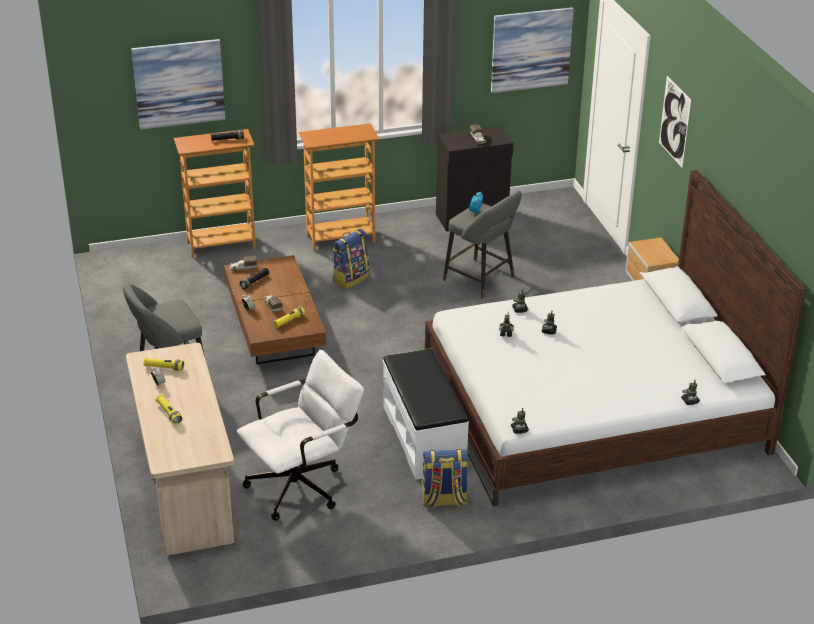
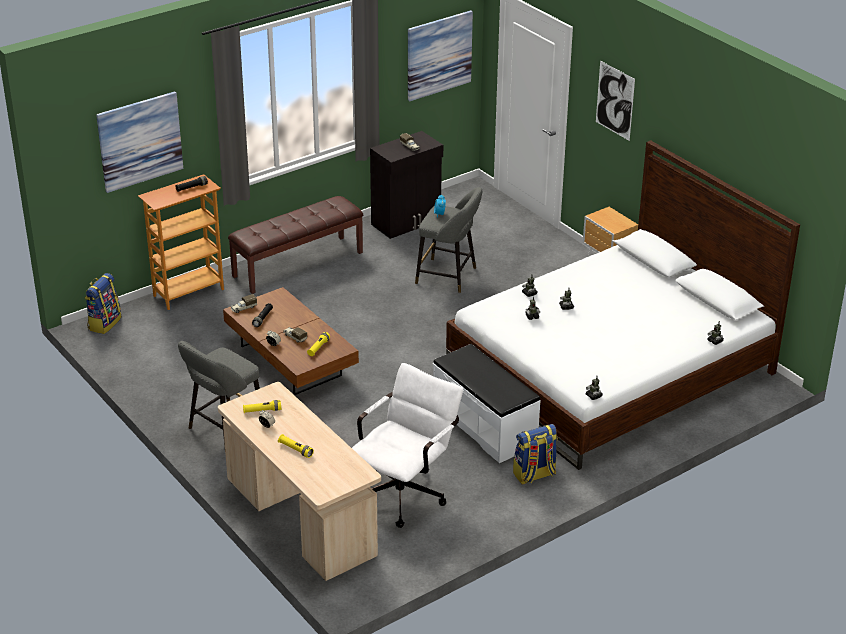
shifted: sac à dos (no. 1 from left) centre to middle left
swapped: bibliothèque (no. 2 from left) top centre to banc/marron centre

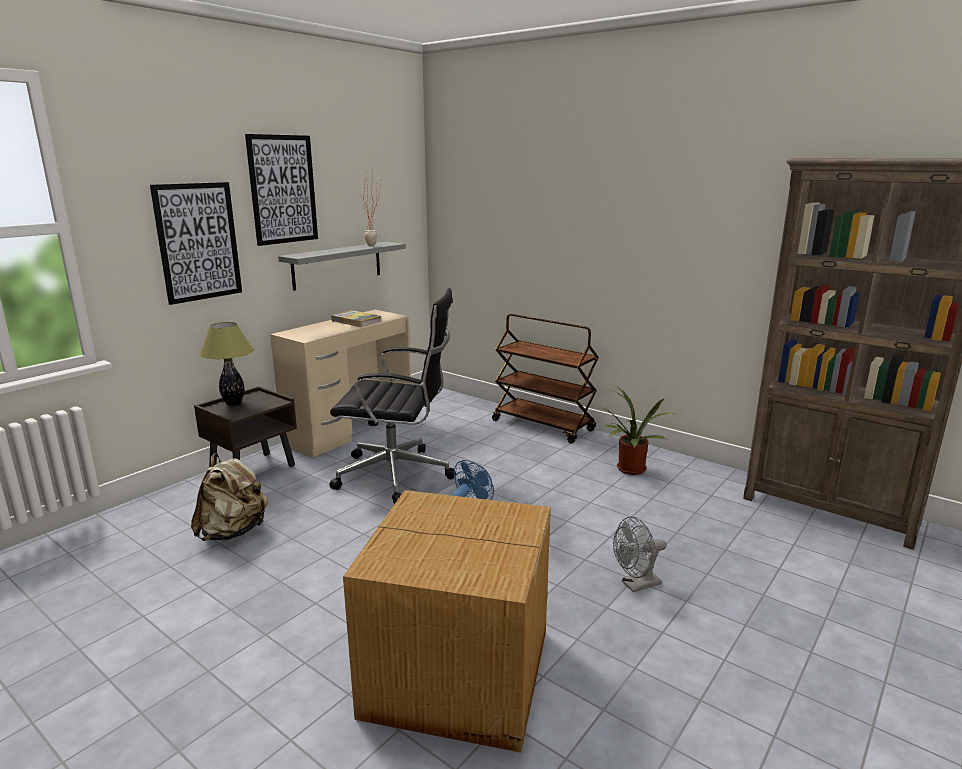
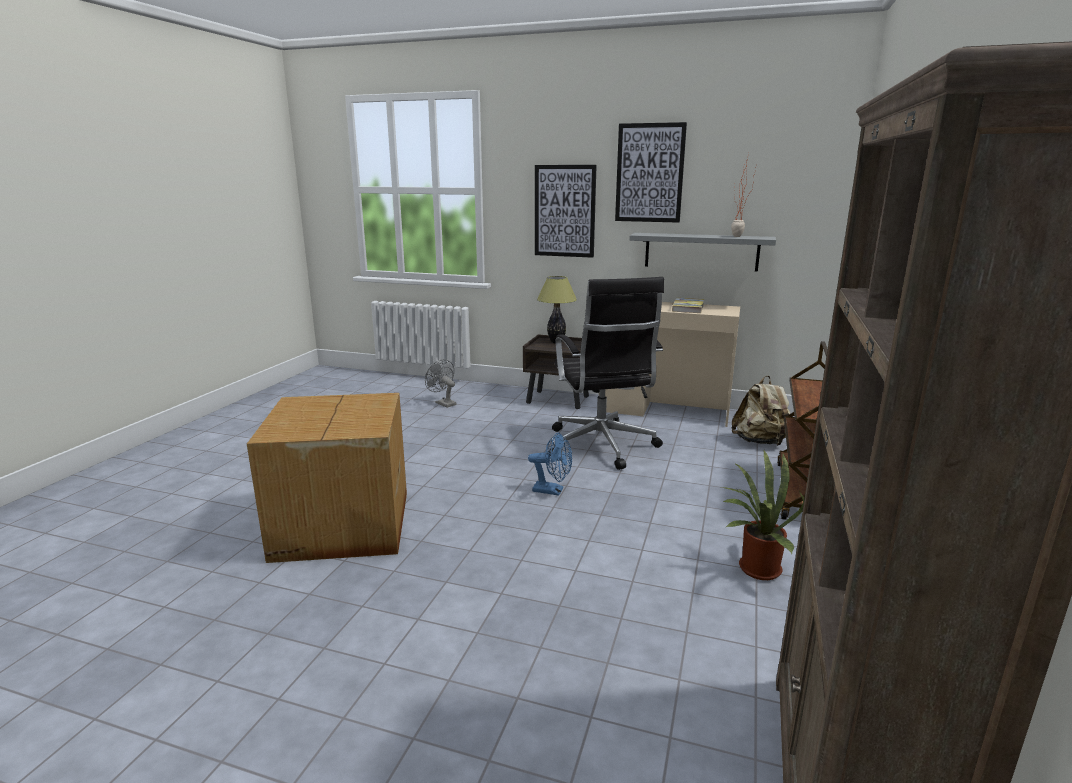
shifted: sac à dos/beige middle left to middle right; ventilateur/gris bottom centre to centre

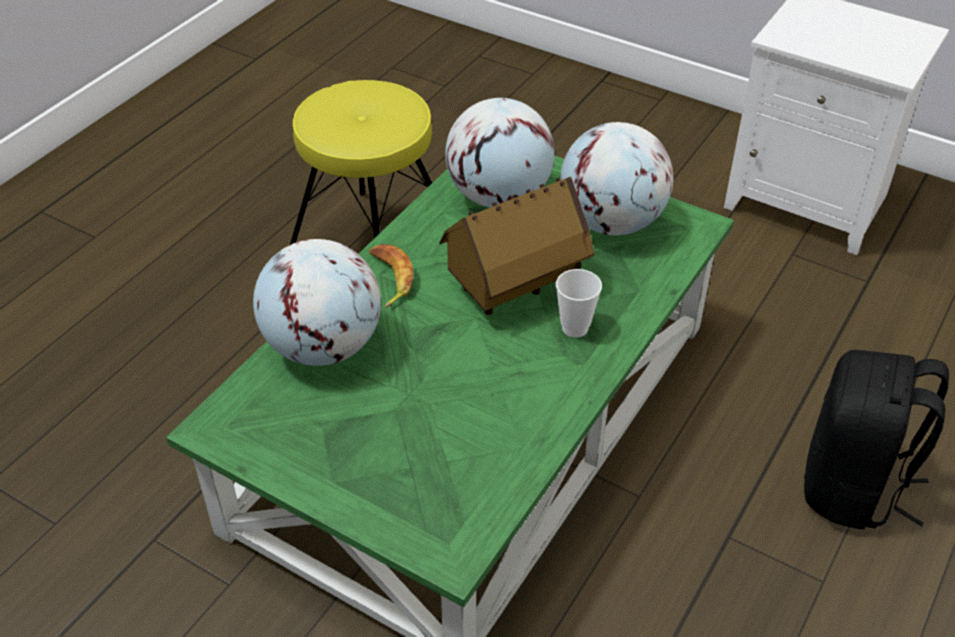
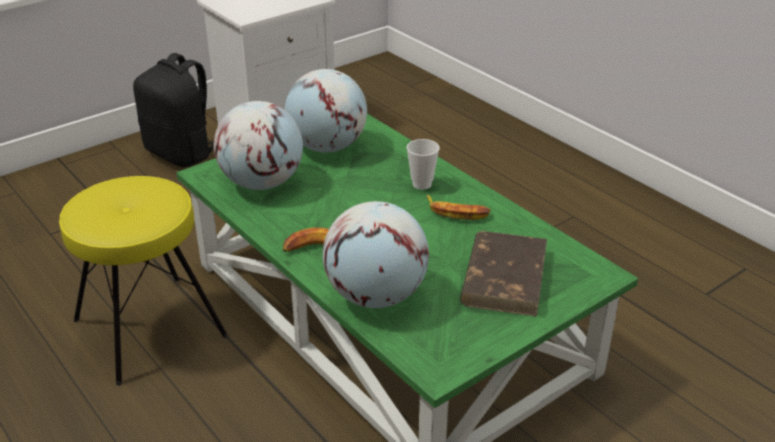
gone: maison miniature centre
new: banane (no. 2 from left) centre; livre/marron centre
shifted: sac à dos/noir bottom right to top left

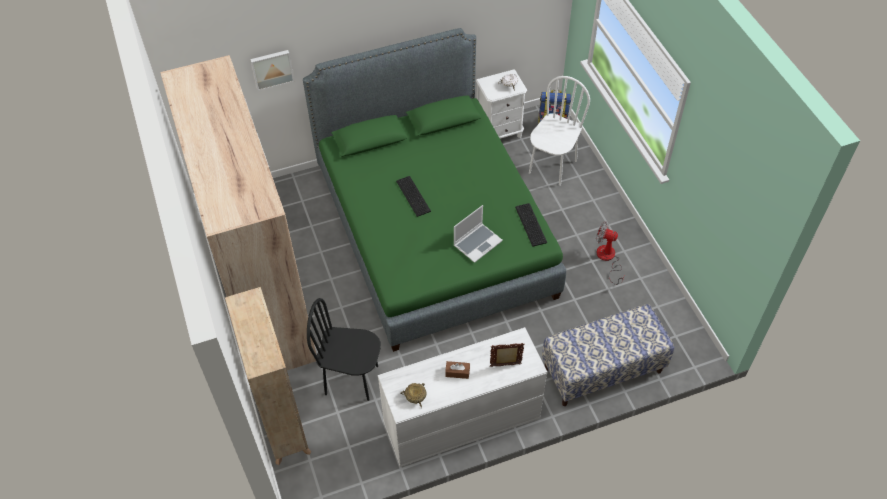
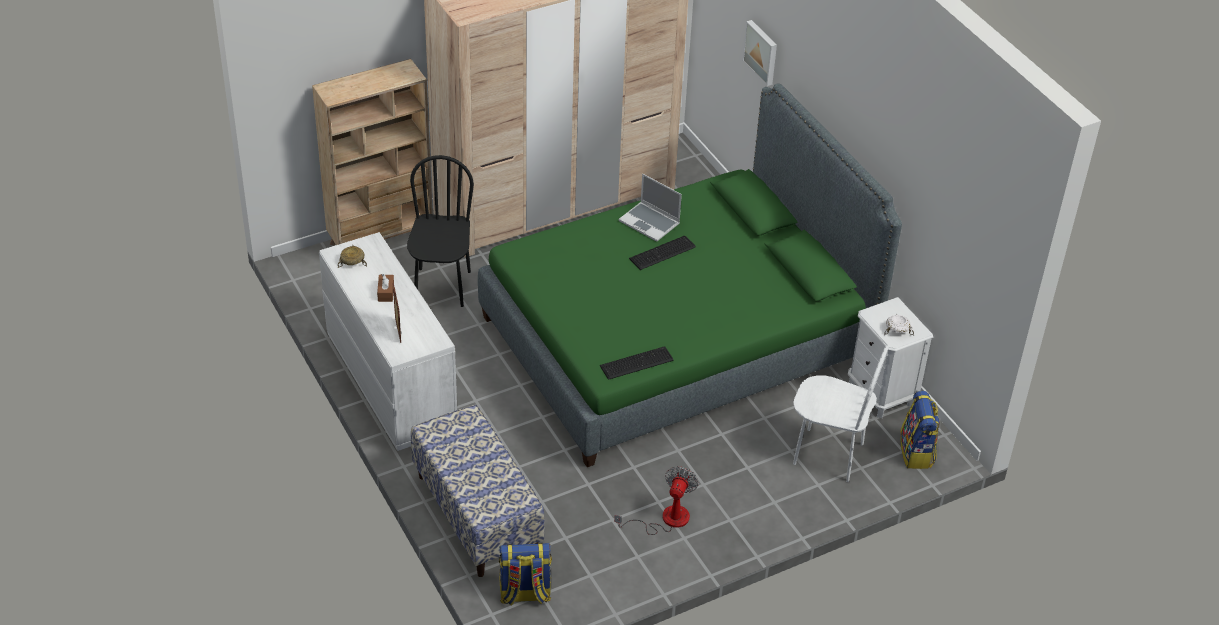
new: sac à dos (no. 1 from left) bottom centre
shifted: ordinateur portable centre to top centre

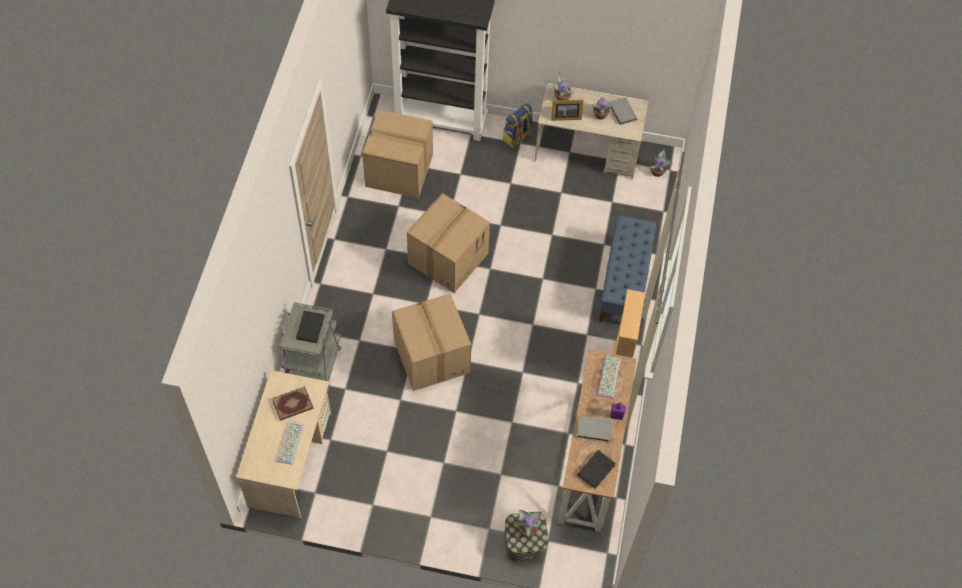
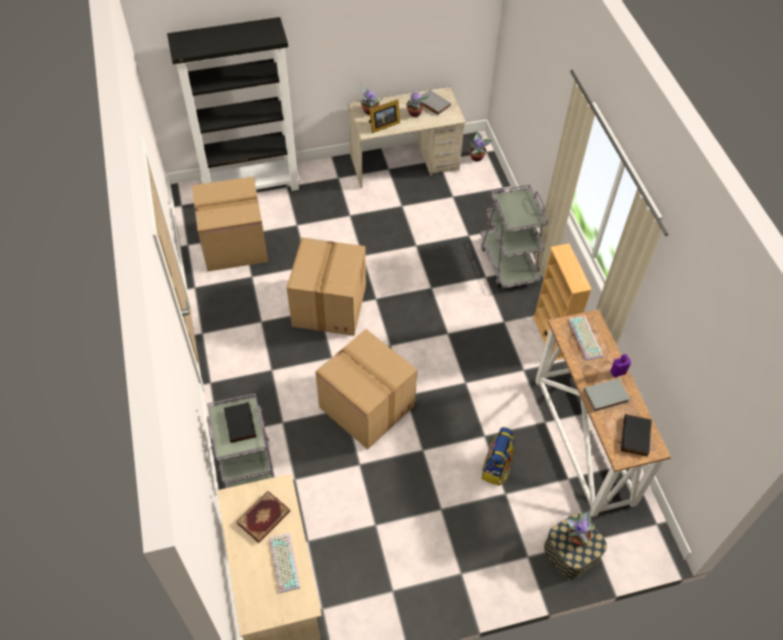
shifted: sac à dos top centre to bottom centre
swapped: banc/bleu centre to chariot/gris (no. 2 from left) centre

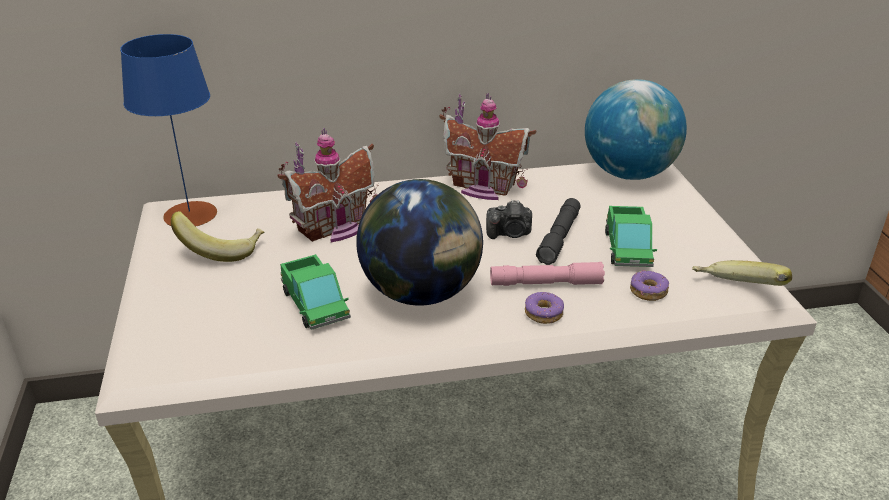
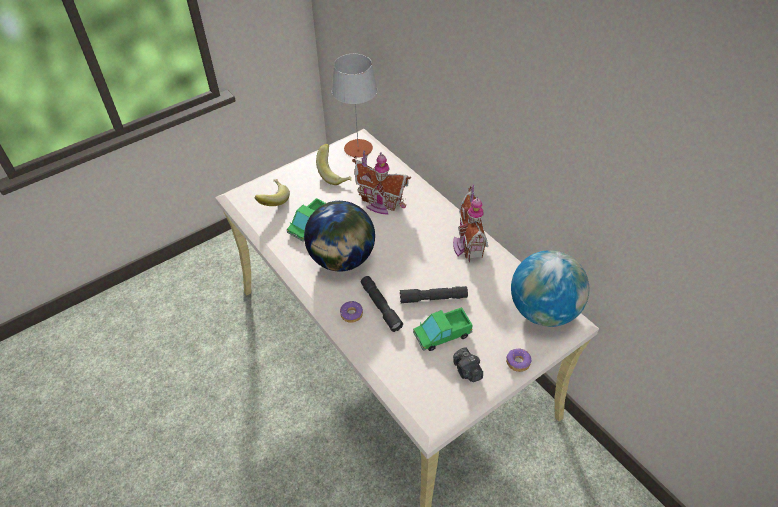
shifted: appareil photo centre to bottom centre; banane (no. 2 from left in the first image) middle right to banane (no. 1 from left) centre; beignet (no. 2 from left) middle right to bottom right
repainted: lampe de table/bleu top left to lampe de table/gris top centre; lampe de poche/rose centre to lampe de poche/gris (no. 1 from left) centre

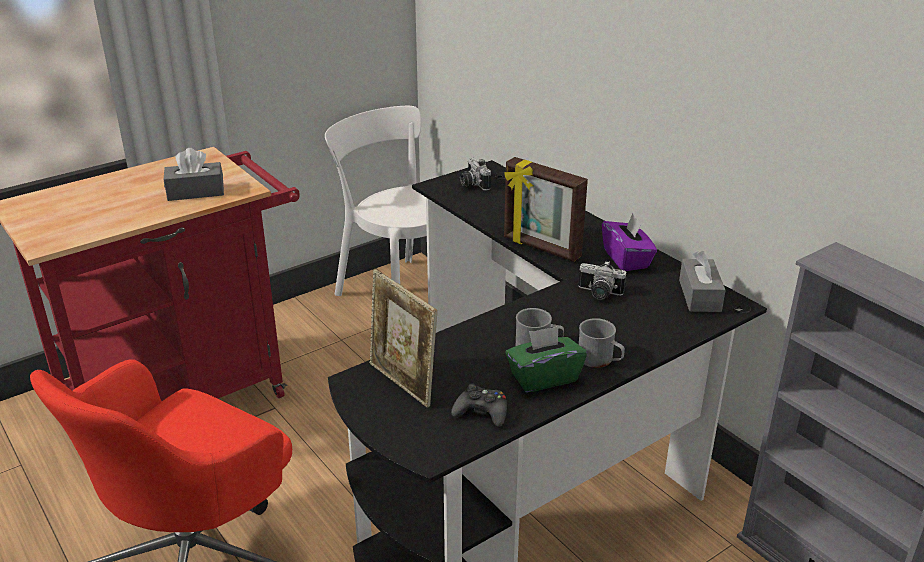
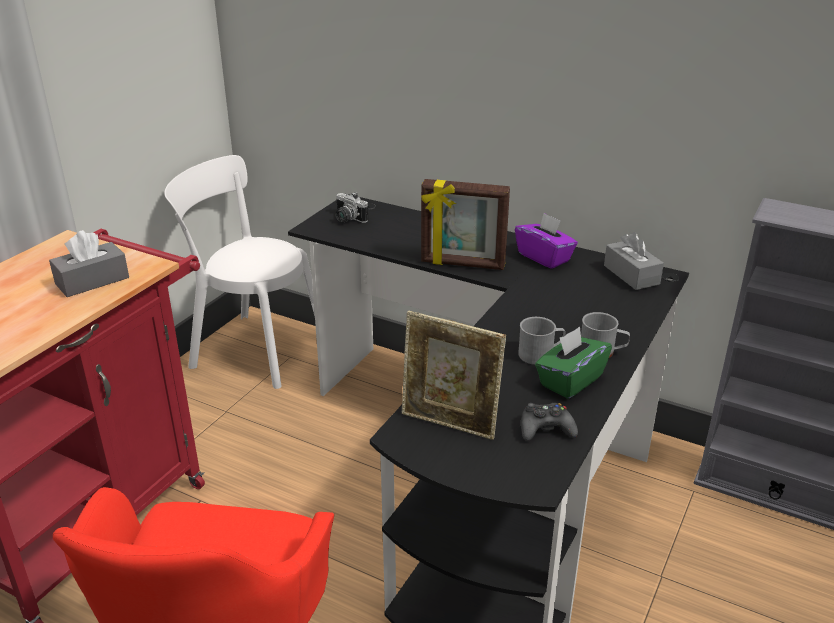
gone: appareil photo (no. 2 from left) centre

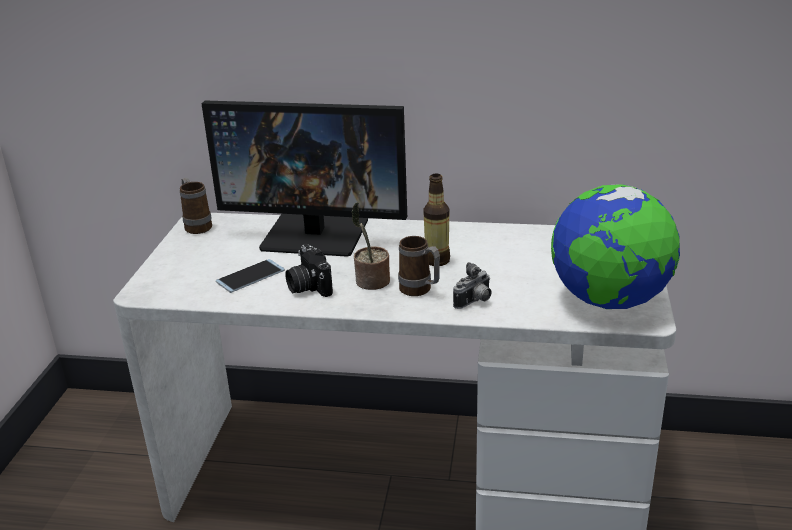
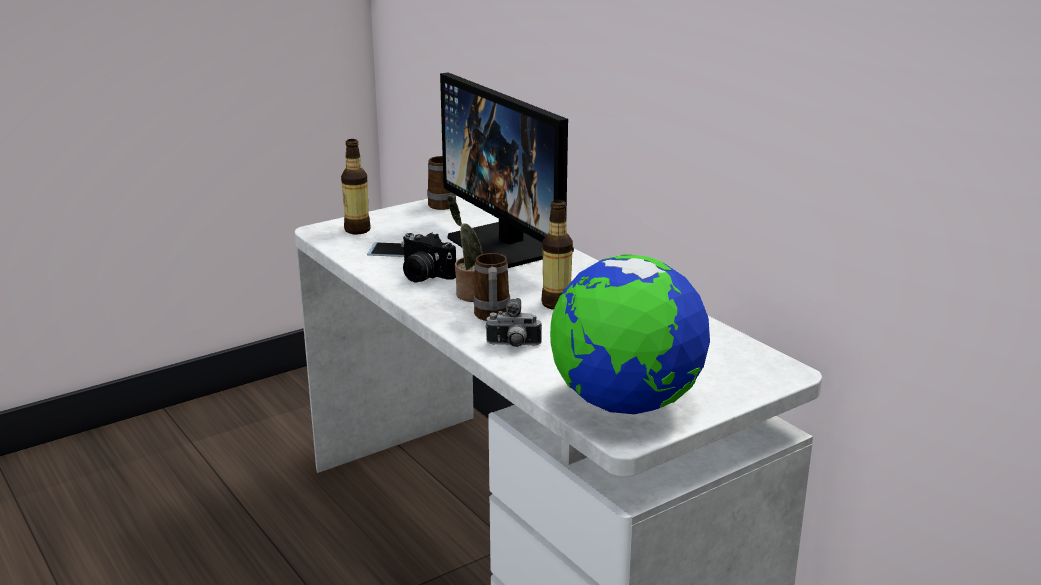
new: bouteille (no. 1 from left) top centre
rotated: appareil photo (no. 1 from left) centre = centre 75 degrees counterclockwise

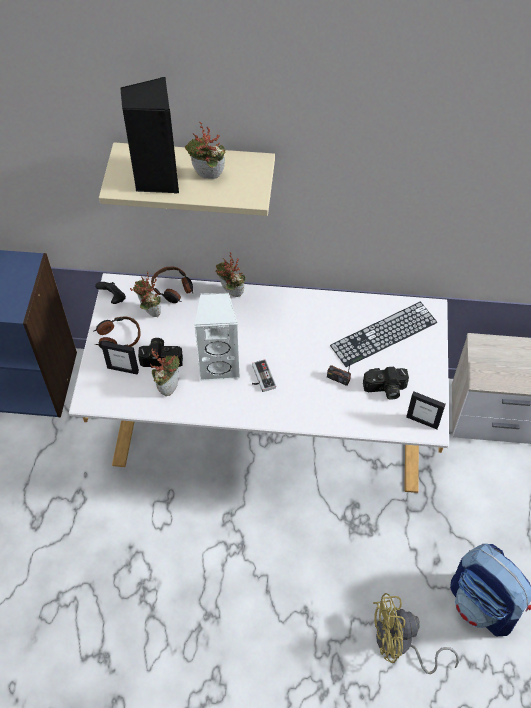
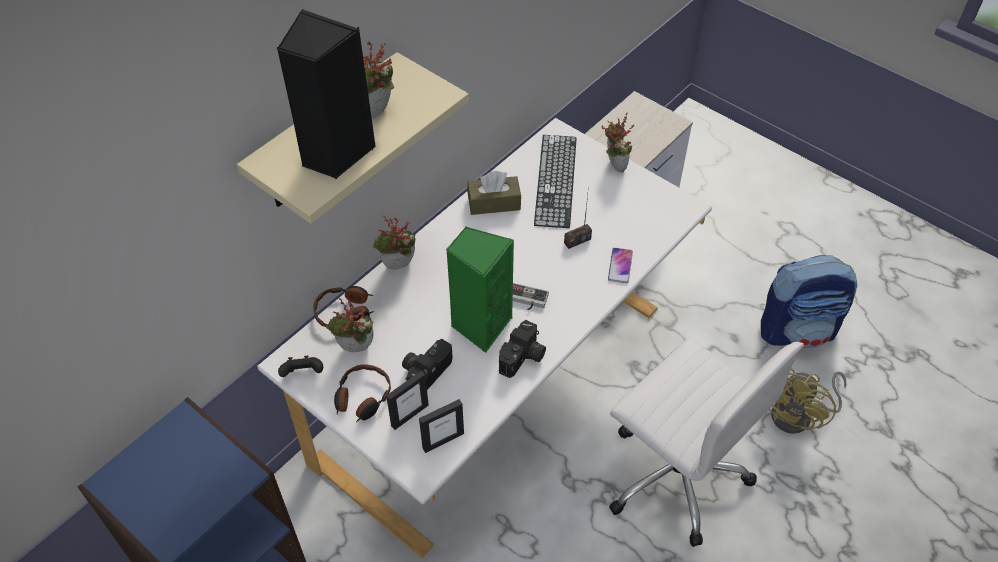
new: boîte à mouchoirs/marron centre; téléphone centre; chaise de bureau/blanc bottom right
shifted: plante en pot (no. 2 from left in the first image) middle left to plante en pot (no. 4 from left) top centre; appareil photo (no. 2 from left) middle right to centre; cadre photo (no. 2 from left) middle right to bottom centre
repainted: enceinte/blanc centre to enceinte/vert centre

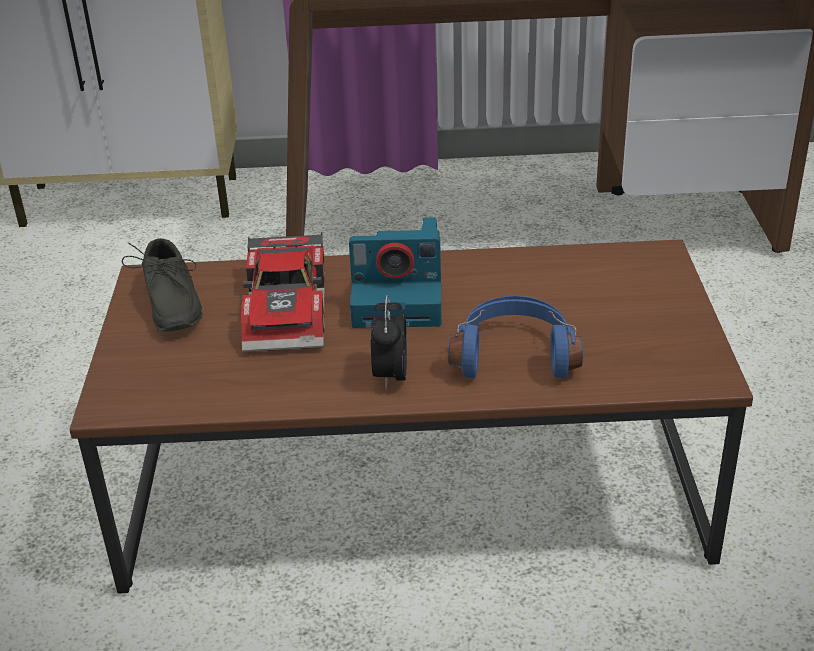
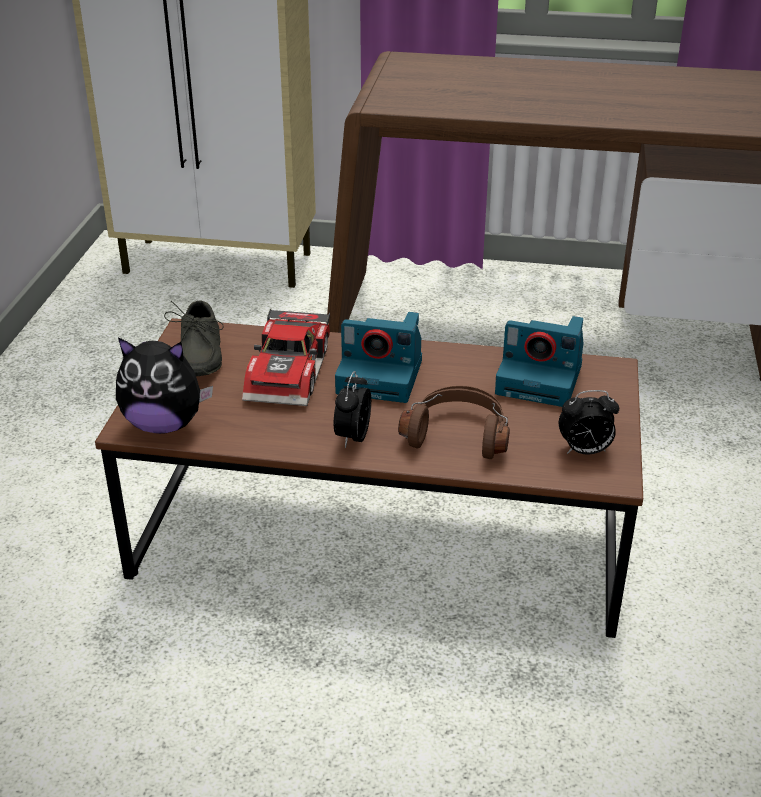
new: appareil photo (no. 2 from left) middle right; peluche middle left; réveil (no. 2 from left) middle right
repainted: casque audio/bleu centre to casque audio/marron centre

